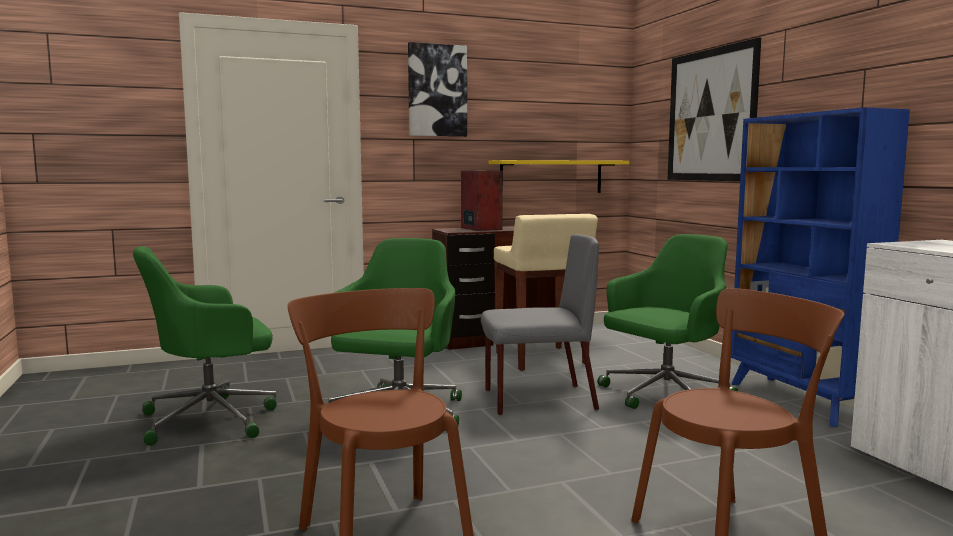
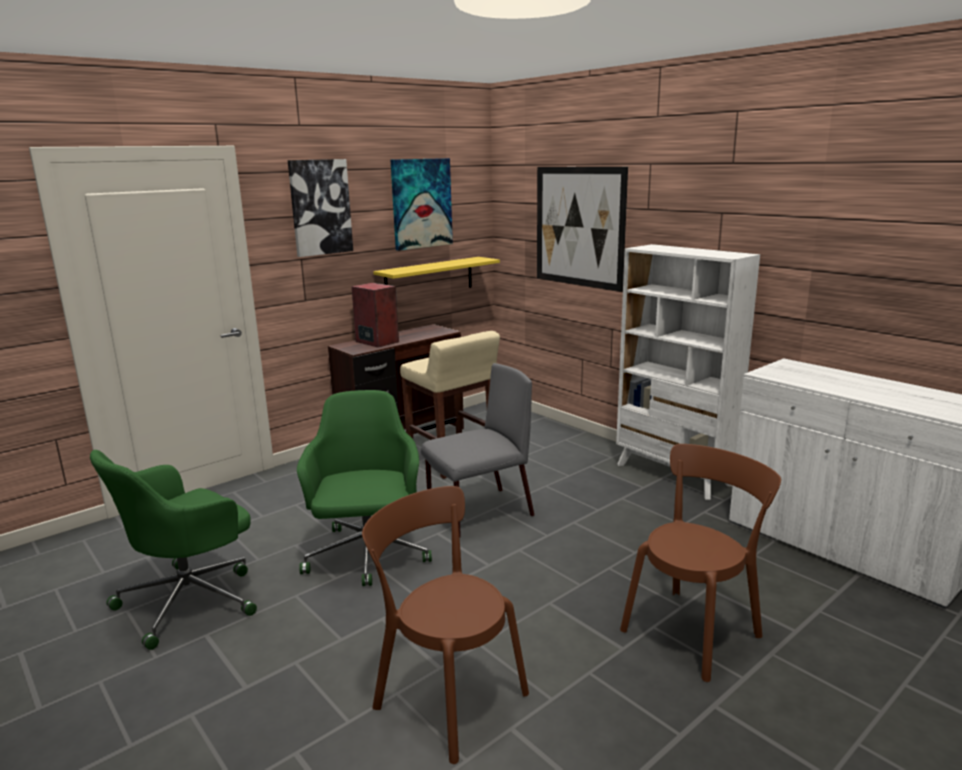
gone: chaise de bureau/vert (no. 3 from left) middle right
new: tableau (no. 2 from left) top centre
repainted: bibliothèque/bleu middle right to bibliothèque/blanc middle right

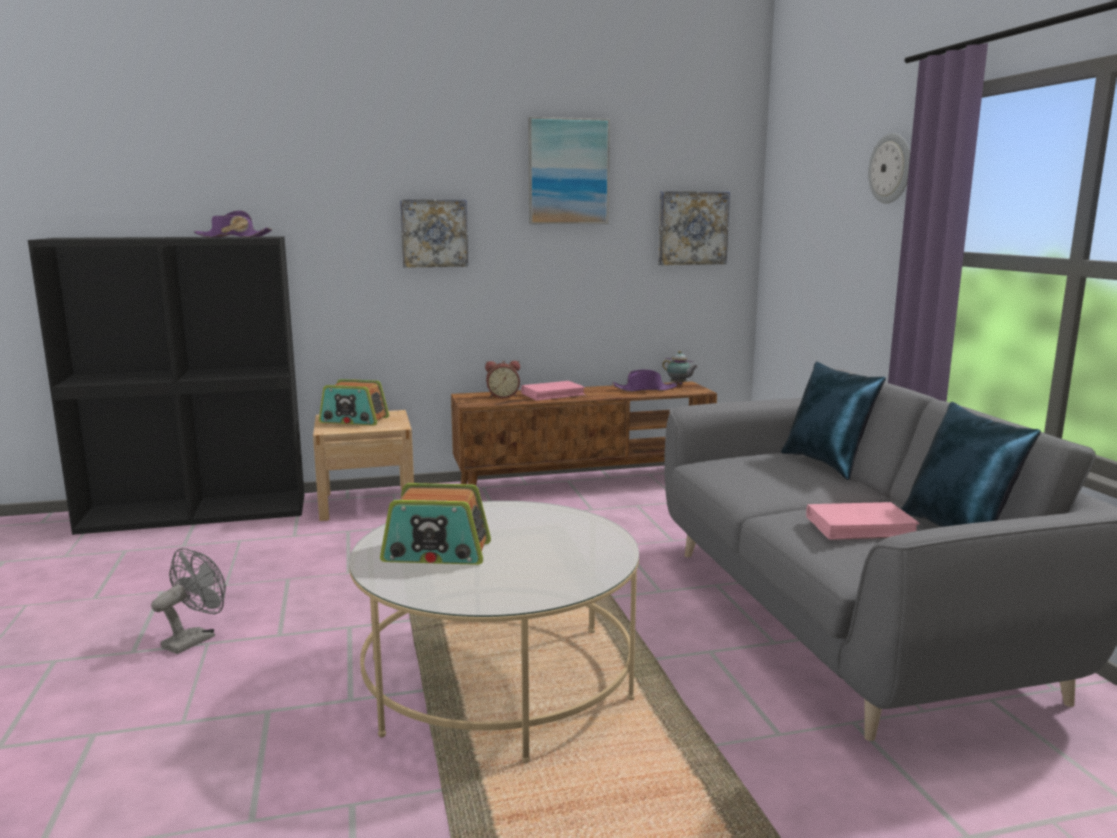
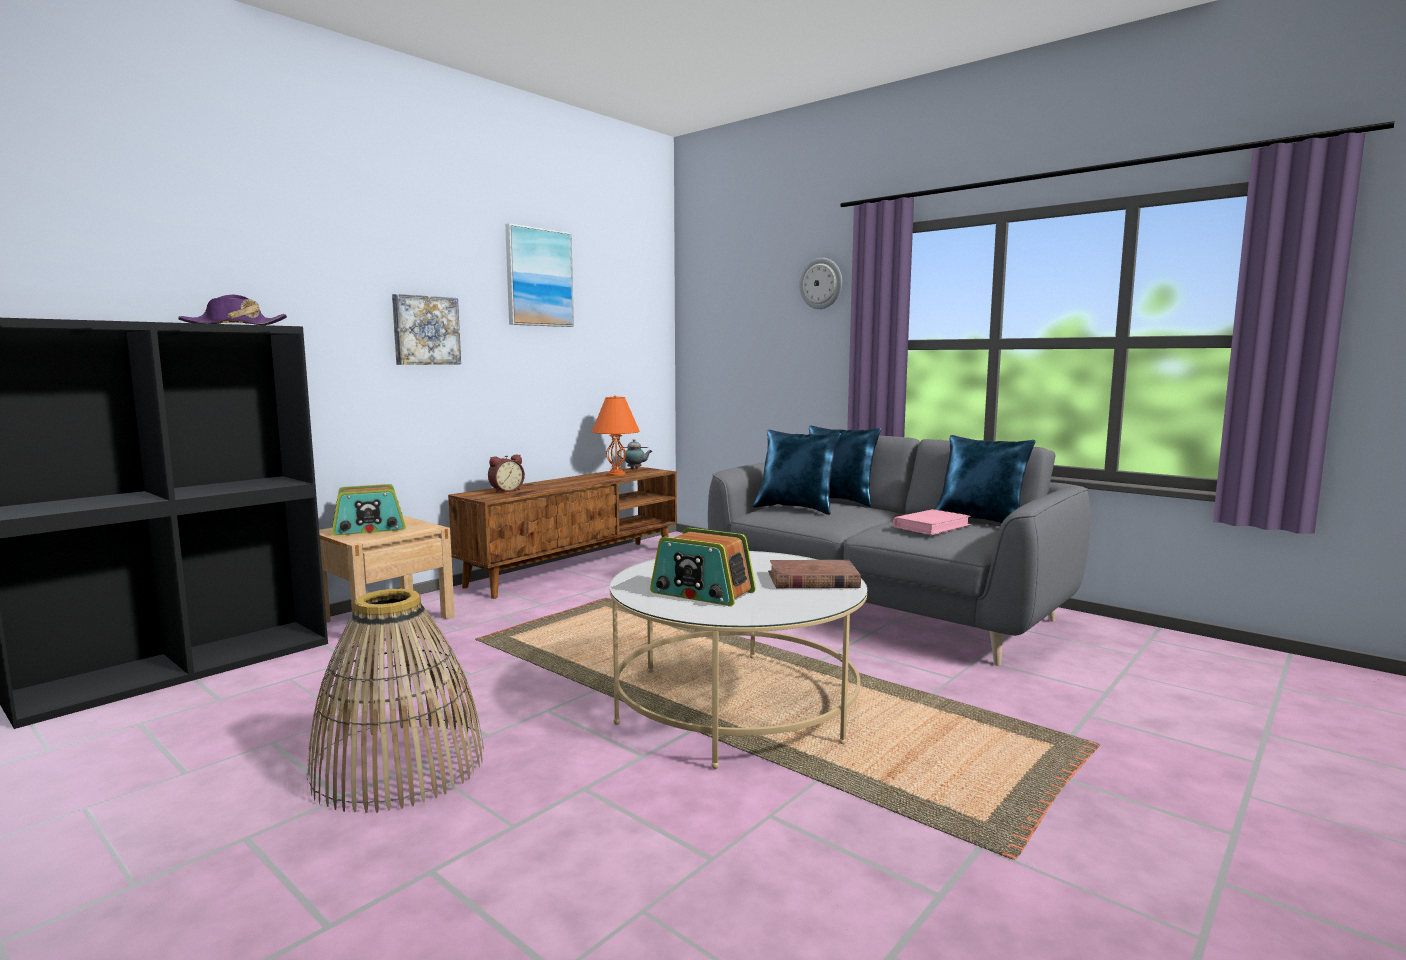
gone: tableau (no. 3 from left) top centre; livre/rose (no. 1 from left) centre
new: coussin/bleu (no. 1 from left) centre; livre/marron centre
swapped: chapeau/violet (no. 2 from left) centre to lampe de table/orange centre; ventilateur/gris bottom left to panier bottom left
rotated: radio (no. 2 from left) centre = centre 60 degrees clockwise

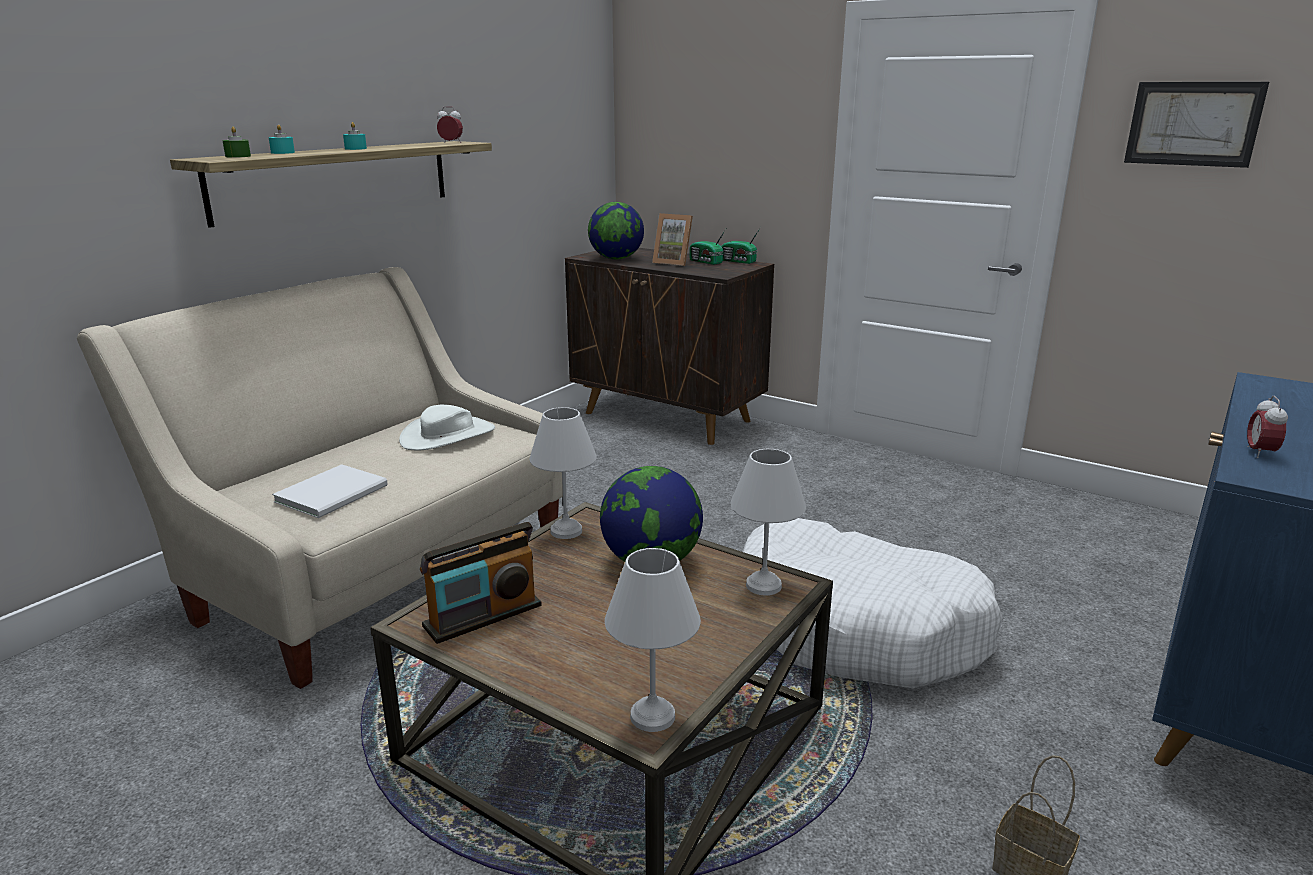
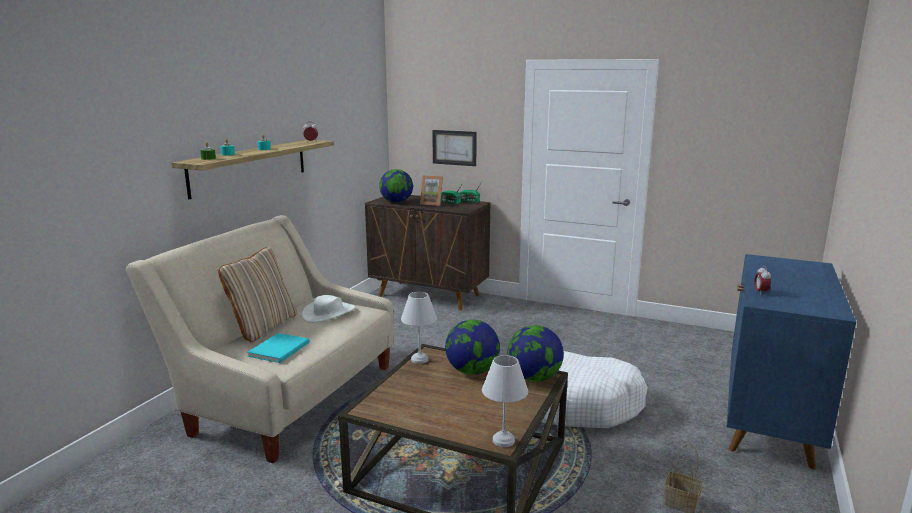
gone: radio (no. 1 from left) centre
new: coussin/beige middle left
shifted: tableau top right to top centre
swapped: lampe de table/blanc (no. 3 from left) centre to globe (no. 3 from left) bottom centre
repainted: livre/blanc middle left to livre/turquoise bottom left

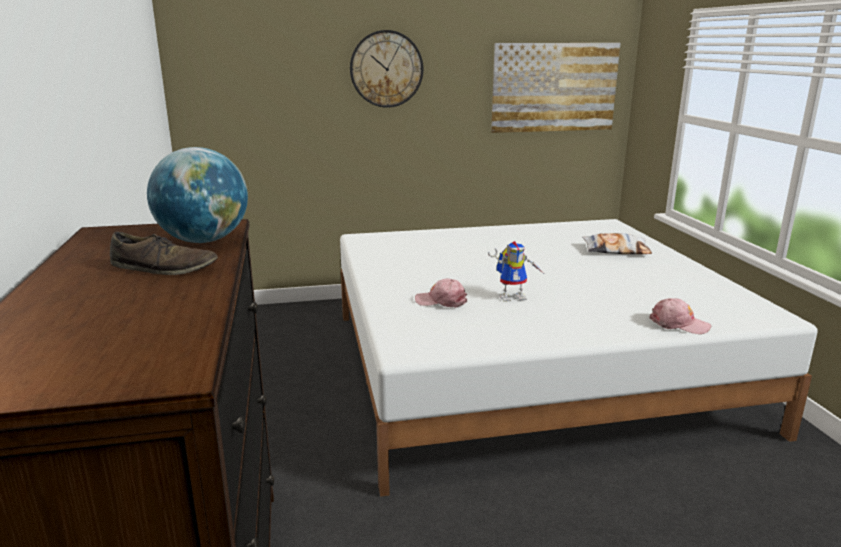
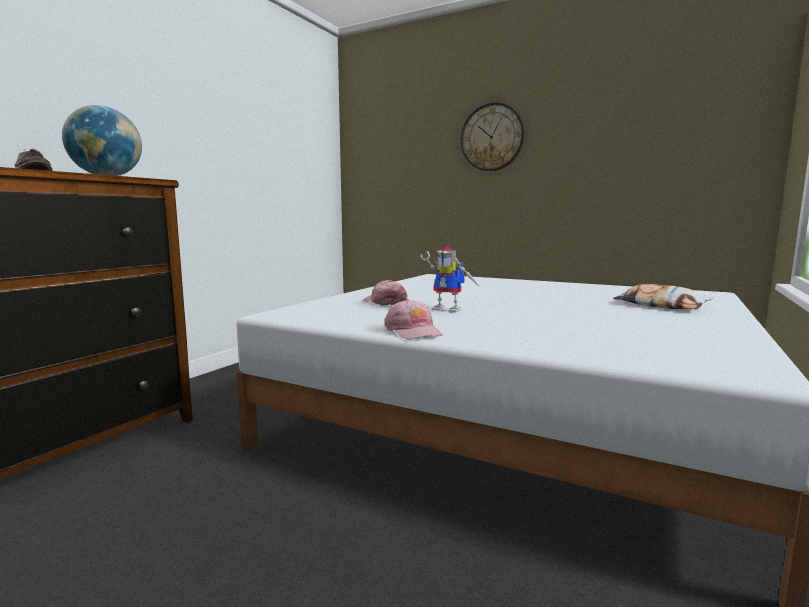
gone: tableau top centre
shifted: casquette/rose (no. 2 from left) middle right to centre

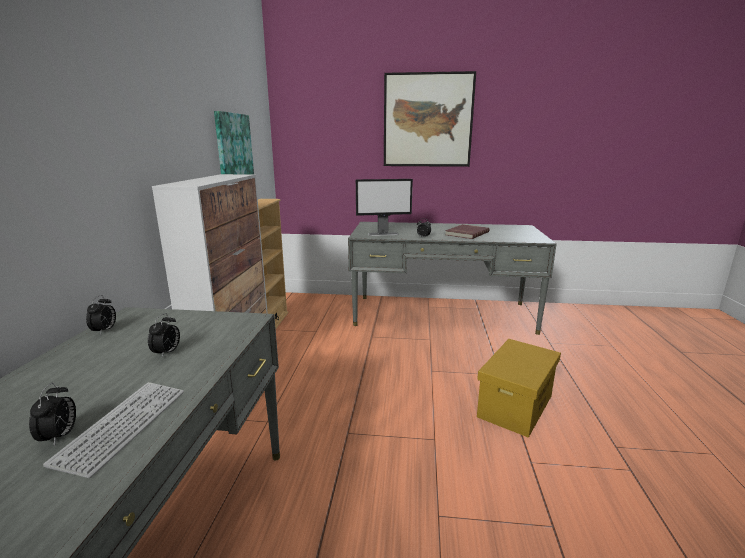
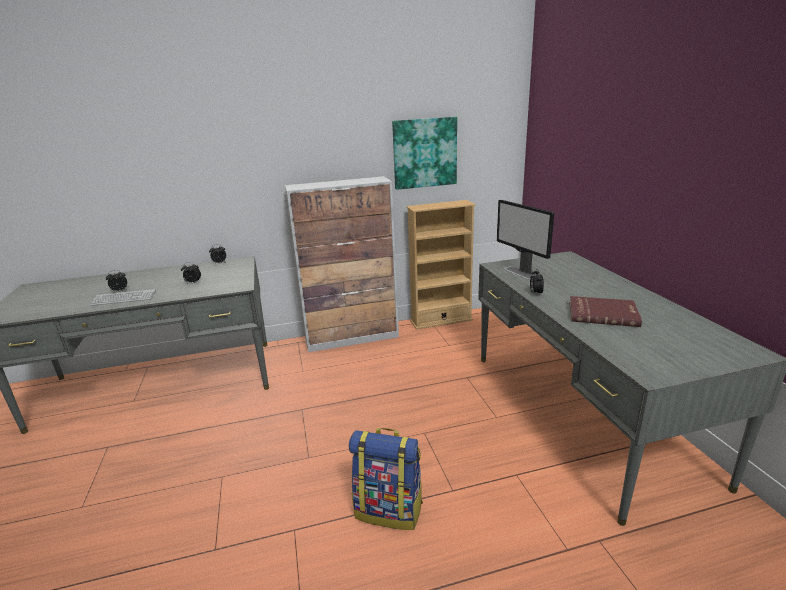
gone: tableau (no. 2 from left) top centre
swapped: boîte de rangement/jaune bottom right to sac à dos bottom centre

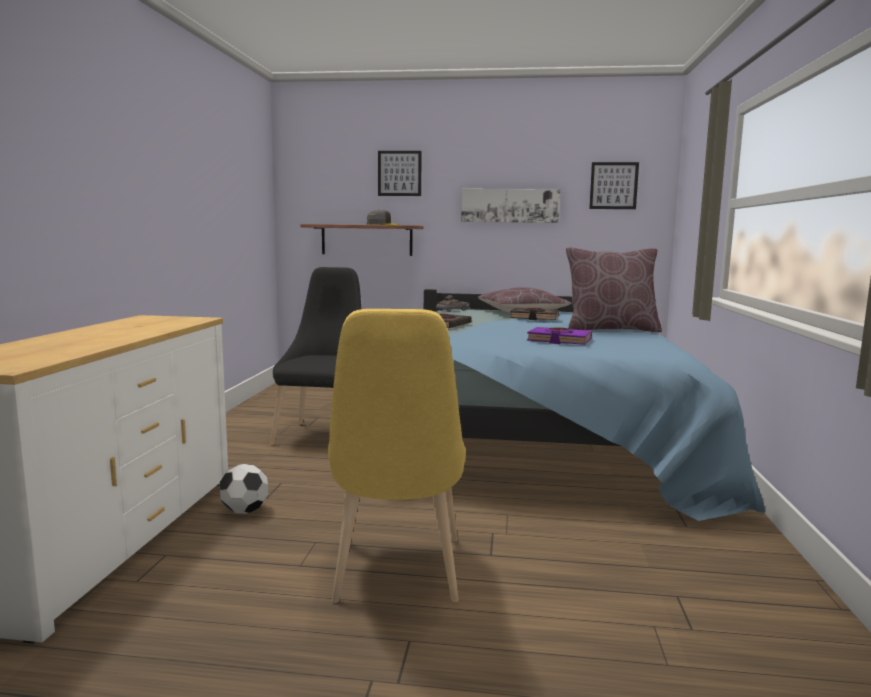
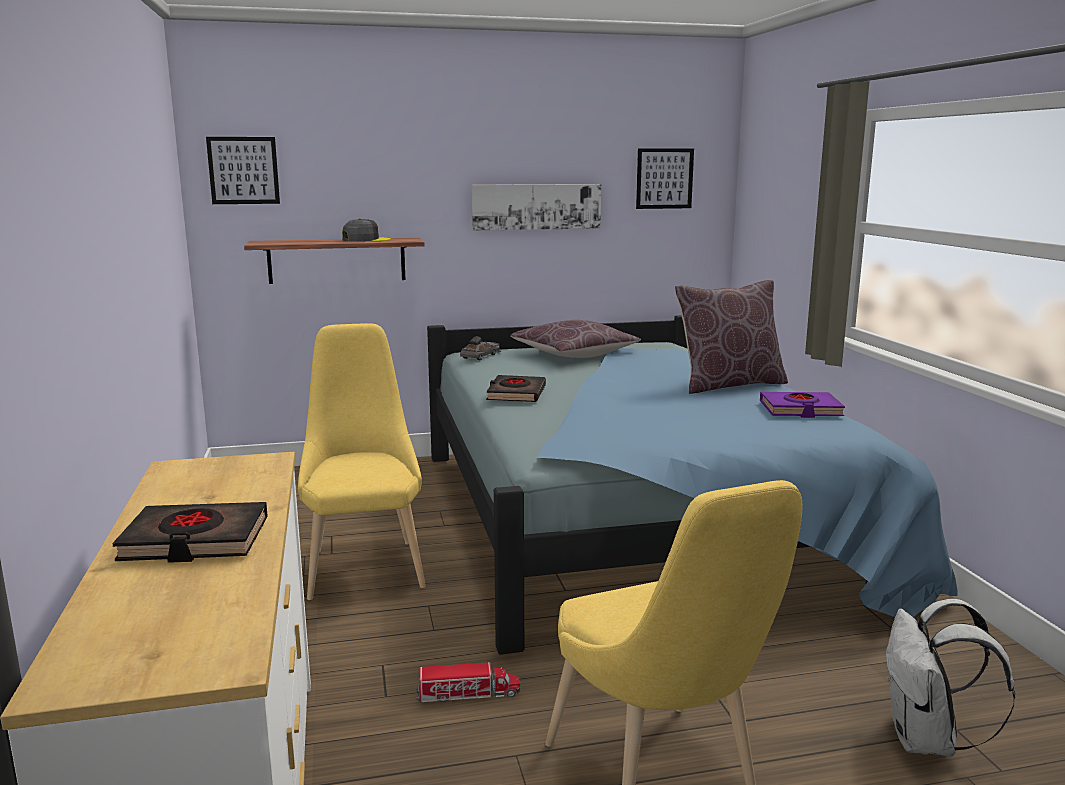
gone: ballon de foot bottom left
new: sac à dos/blanc bottom right; camion jouet bottom centre
shifted: tableau (no. 1 from left) top centre to top left; livre/noir (no. 2 from left in the first image) centre to livre/noir (no. 1 from left) bottom left; livre/violet centre to middle right
repainted: chaise/noir centre to chaise/jaune (no. 1 from left) centre

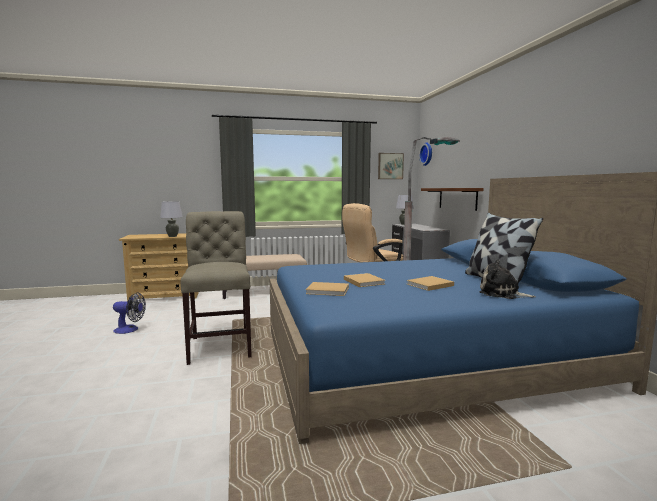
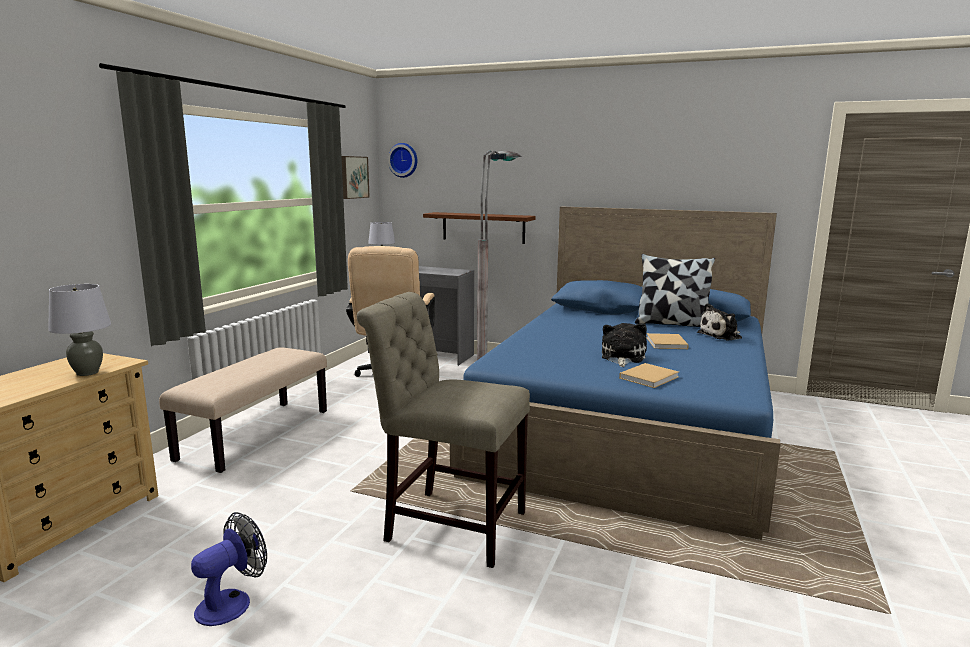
swapped: livre/beige (no. 2 from left) centre to peluche (no. 1 from left) centre

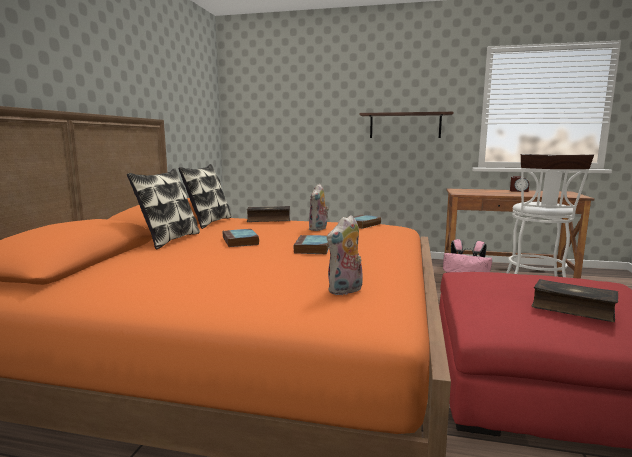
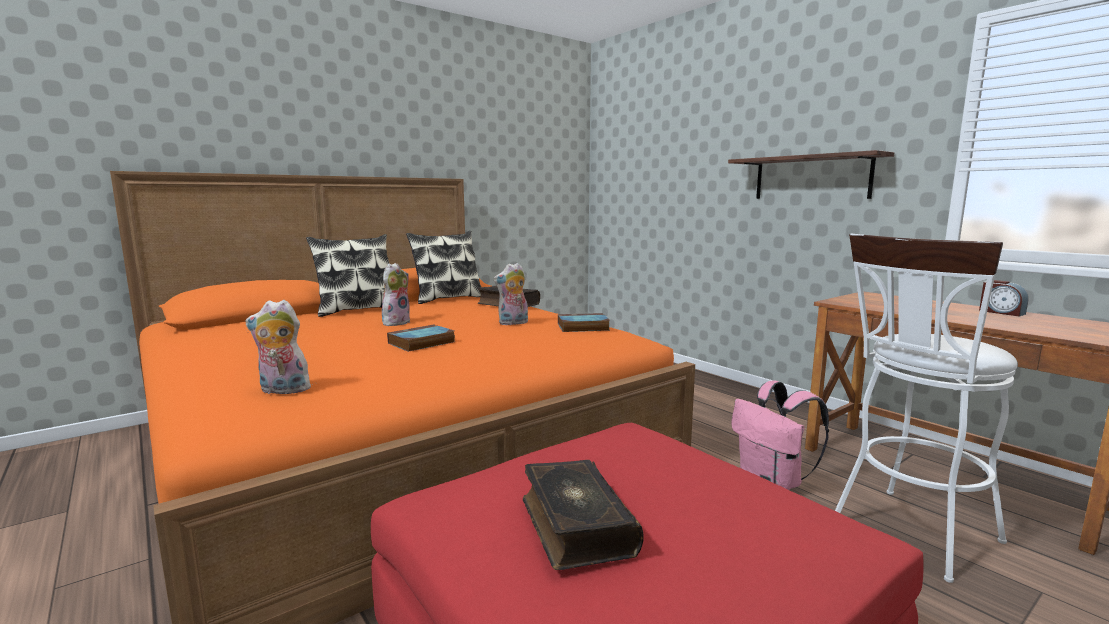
swapped: livre (no. 1 from left) centre to peluche (no. 2 from left) centre

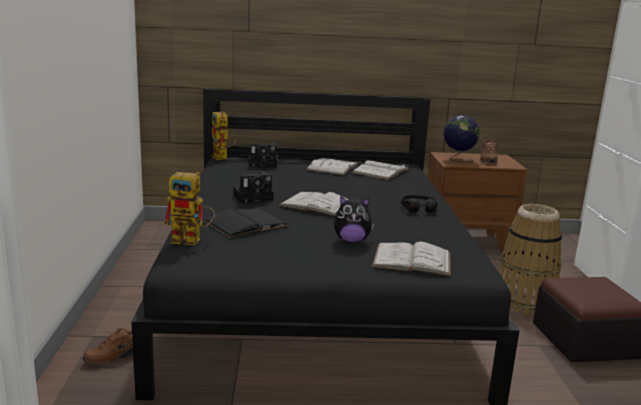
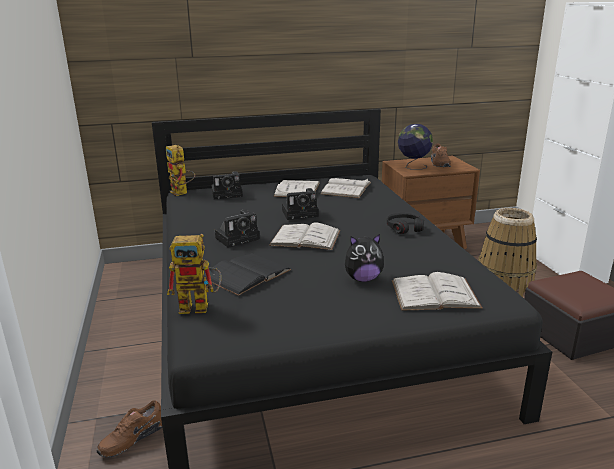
new: appareil photo (no. 3 from left) centre

